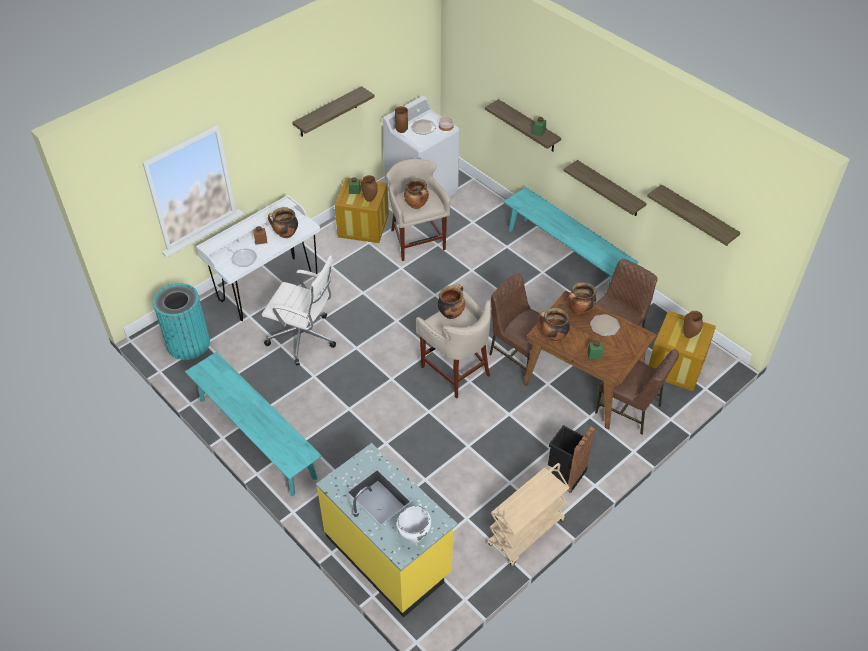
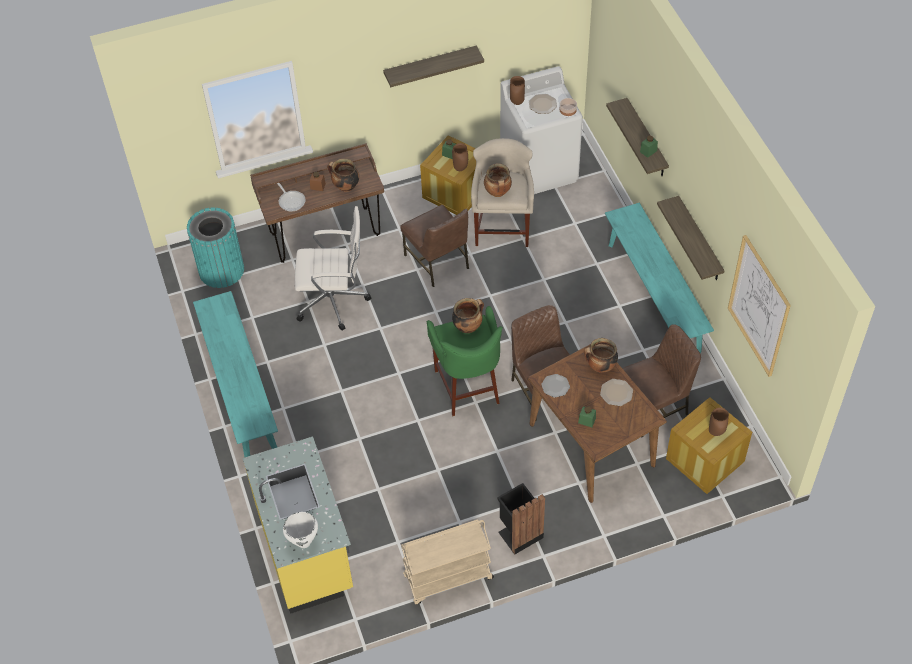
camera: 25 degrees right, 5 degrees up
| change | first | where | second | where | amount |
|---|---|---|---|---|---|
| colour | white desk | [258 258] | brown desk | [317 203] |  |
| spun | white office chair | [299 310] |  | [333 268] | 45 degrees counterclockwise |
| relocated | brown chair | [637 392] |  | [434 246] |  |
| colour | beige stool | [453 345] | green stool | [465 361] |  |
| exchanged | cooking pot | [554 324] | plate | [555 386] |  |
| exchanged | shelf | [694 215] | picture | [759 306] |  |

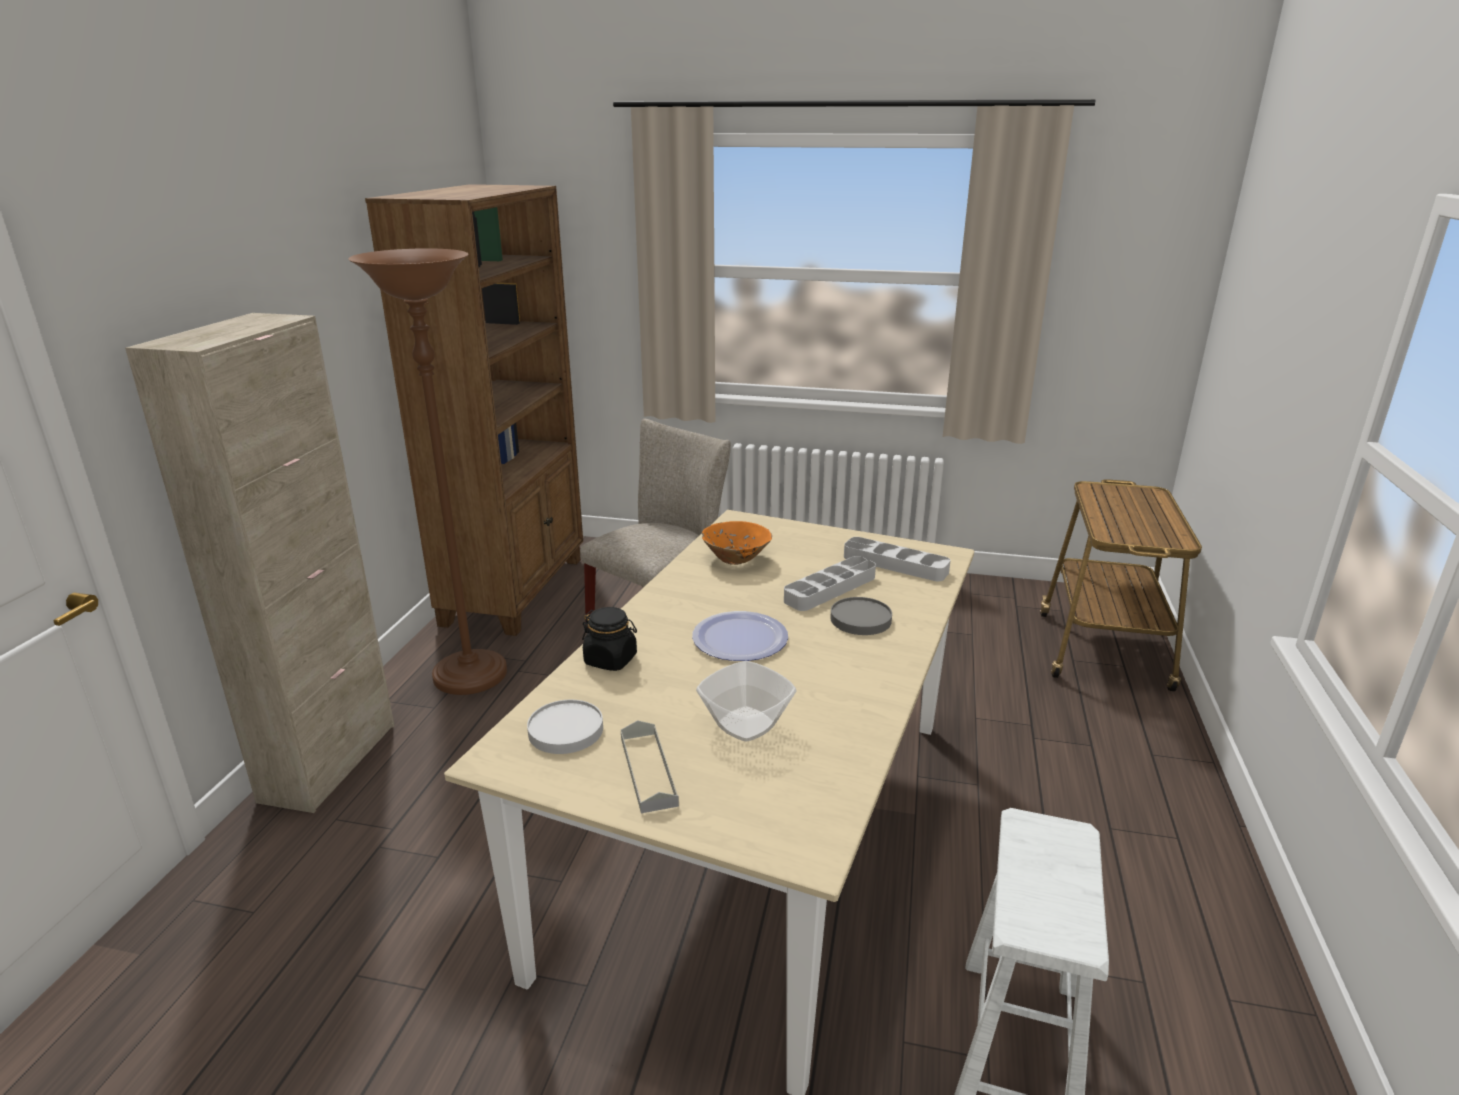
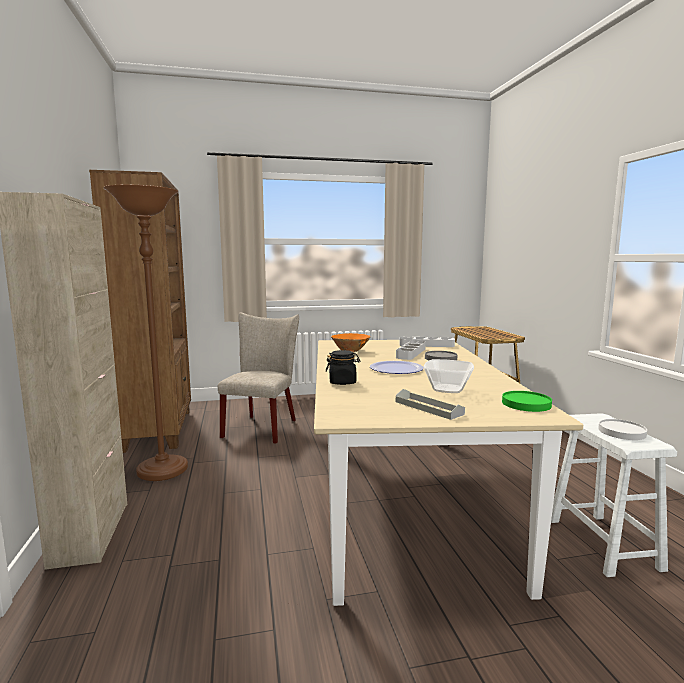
camera: 25 degrees left, 15 degrees down
| change | first | where | second | where | amount |
|---|---|---|---|---|---|
| appeared |  |  | green plate | [527 401] |  |
| relocated | white plate | [565 727] |  | [622 429] |  |

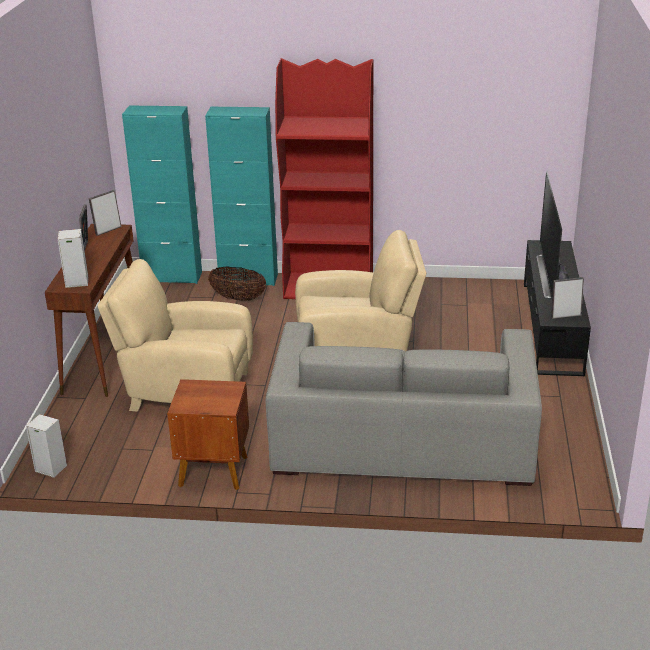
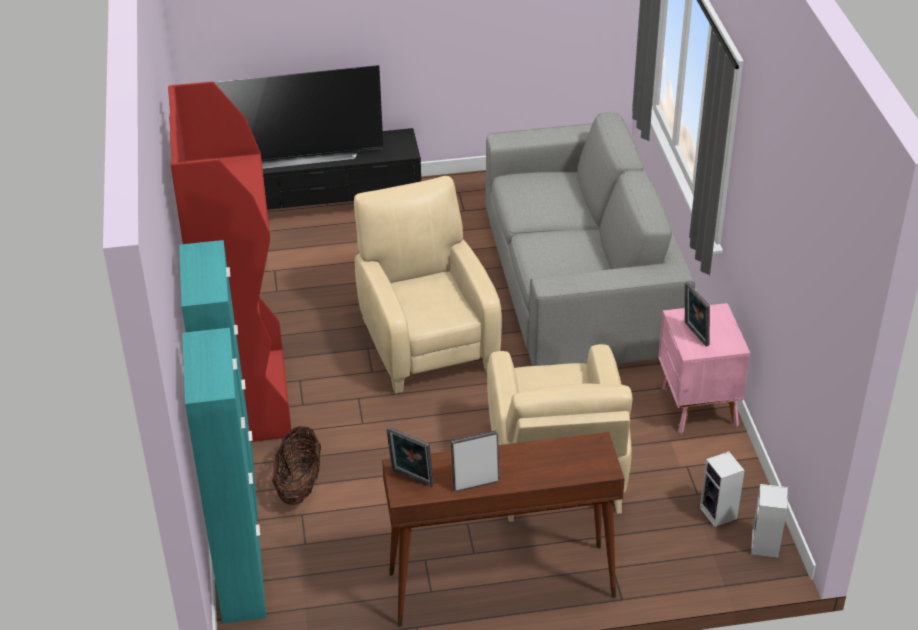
camera: 105 degrees left, 10 degrees up
| change | first | where | second | where | amount |
|---|---|---|---|---|---|
| colour | brown nightstand | [208 434] | pink nightstand | [704 368] |  |
| relocated | picture frame | [567 298] |  | [697 314] |  |
| relocated | speaker | [73 258] |  | [722 489] |  |

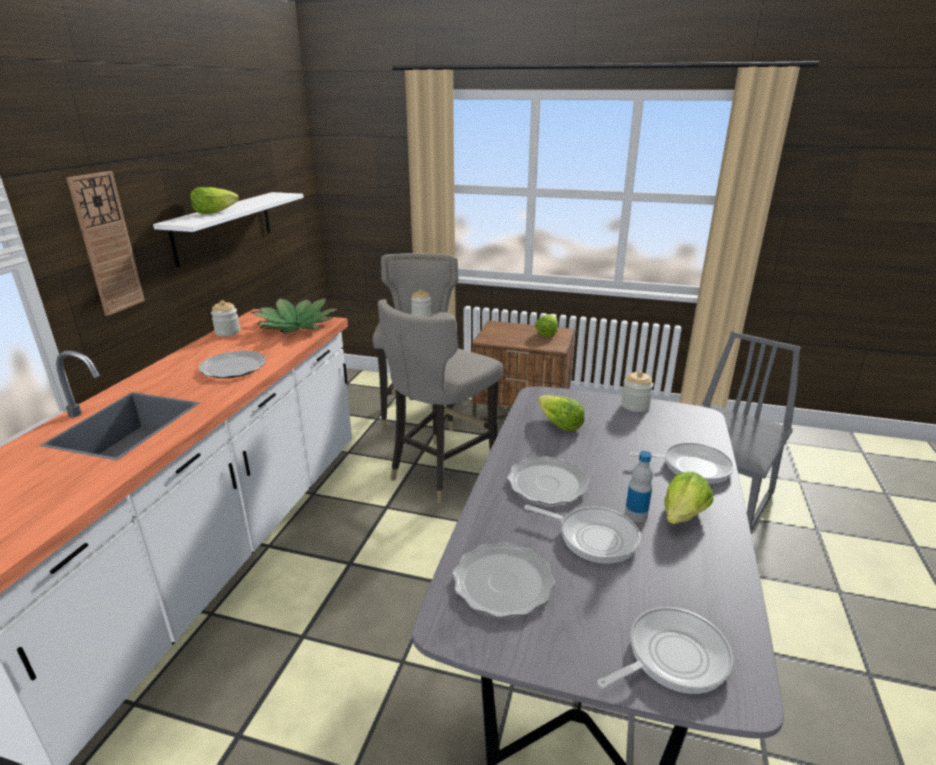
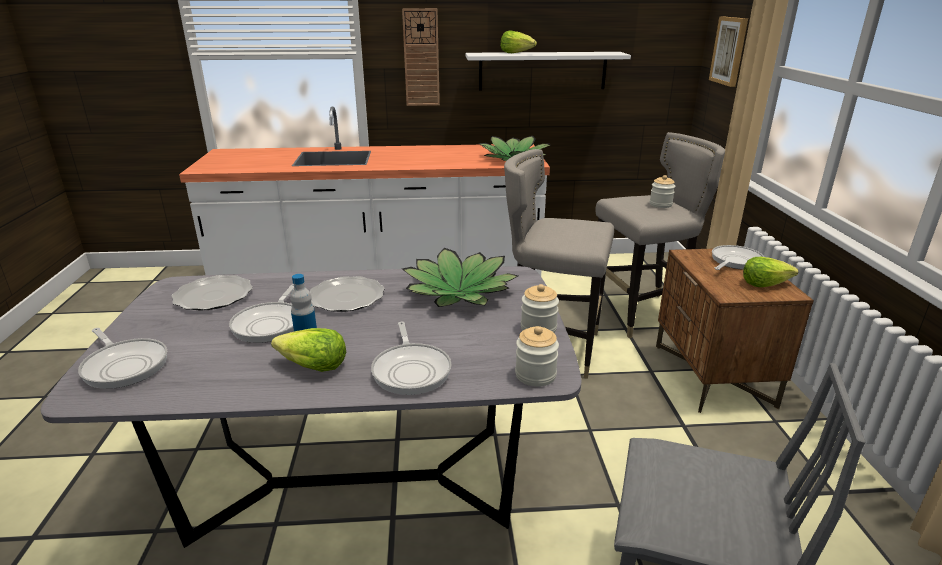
camera: 70 degrees right, 0 degrees up
| change | first | where | second | where | amount |
|---|---|---|---|---|---|
| exchanged | lettuce | [561 413] | potted plant | [460 277] |  |
| relocated | jar | [225 318] |  | [537 356] |  |
| appeared |  |  | picture | [728 52] |  |
| appeared |  |  | frying pan | [738 257] |  |
| missing | plate | [232 364] |  |  |  |

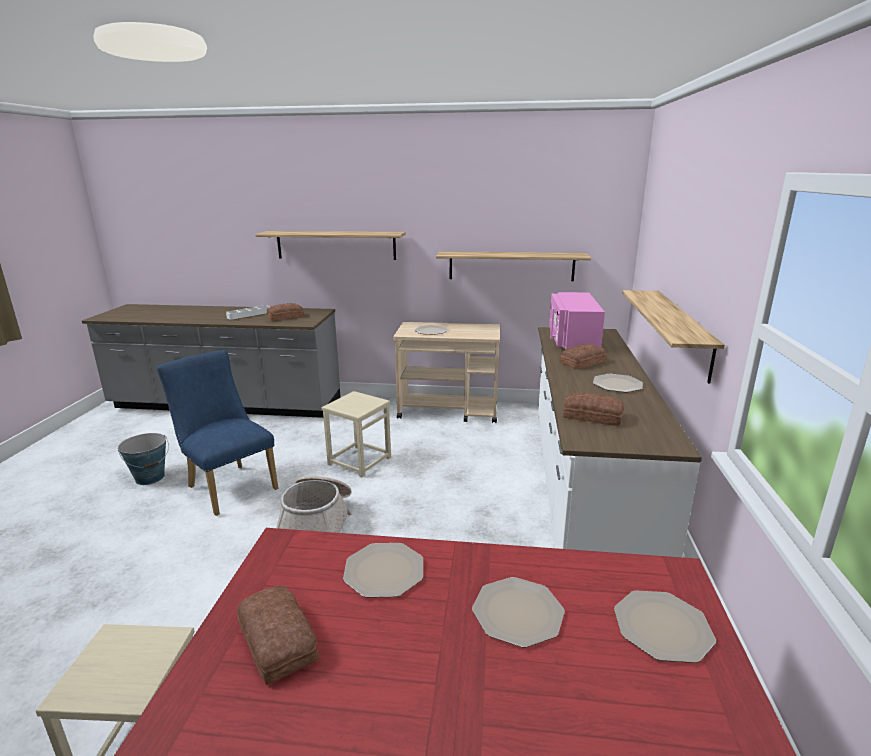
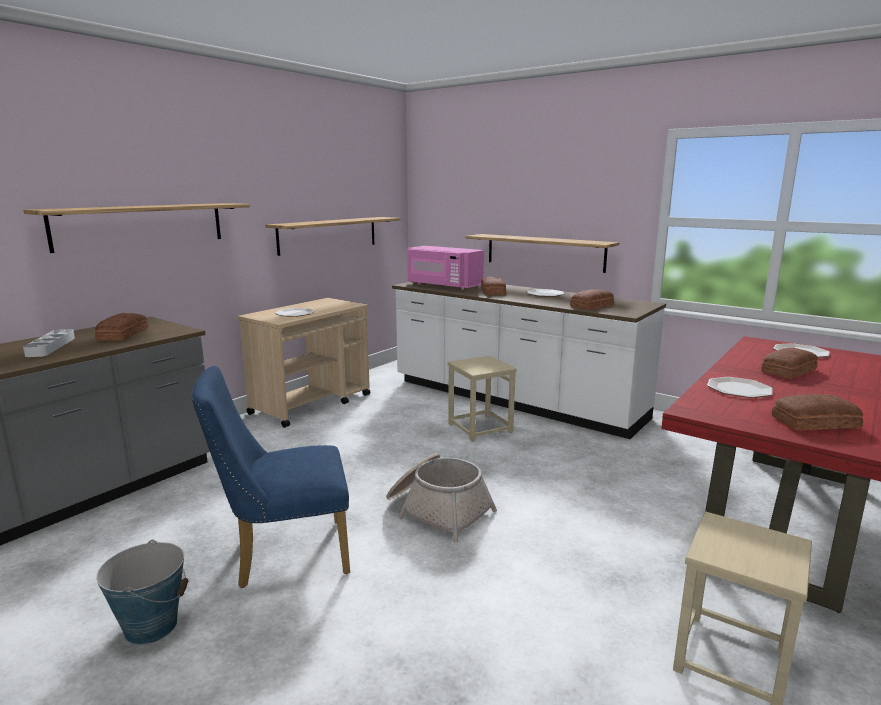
camera: 60 degrees left, 5 degrees down
| change | first | where | second | where | amount |
|---|---|---|---|---|---|
| relocated | beige stool | [356 434] |  | [482 398] |  |
| exchanged | plate | [518 612] | bread | [789 363] |  |

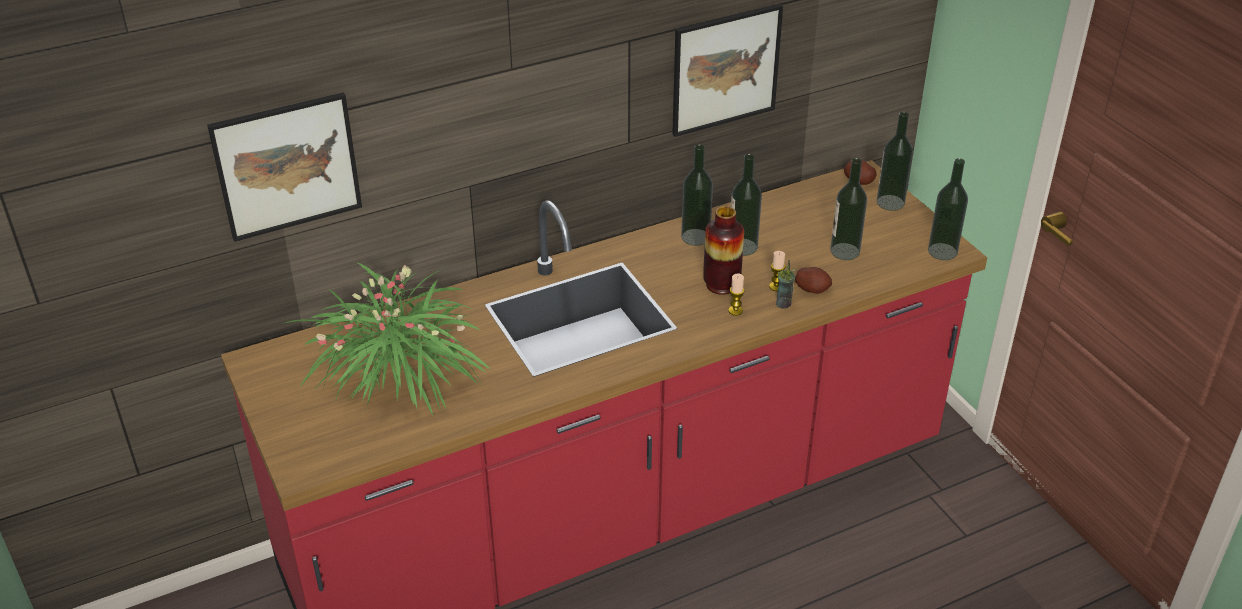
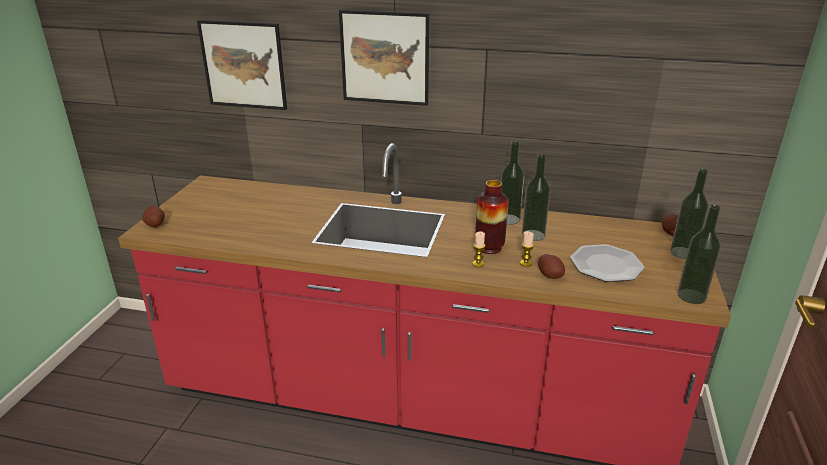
camera: 40 degrees right, 10 degrees down
| change | first | where | second | where | amount |
|---|---|---|---|---|---|
| appeared |  |  | potato | [153 216] |  |
| relocated | picture | [727 70] |  | [384 58] |  |
| exchanged | bottle | [848 209] | plate | [607 263] |  |
| missing | potted plant | [388 339] |  |  |  |
| missing | cup | [785 284] |  |  |  |

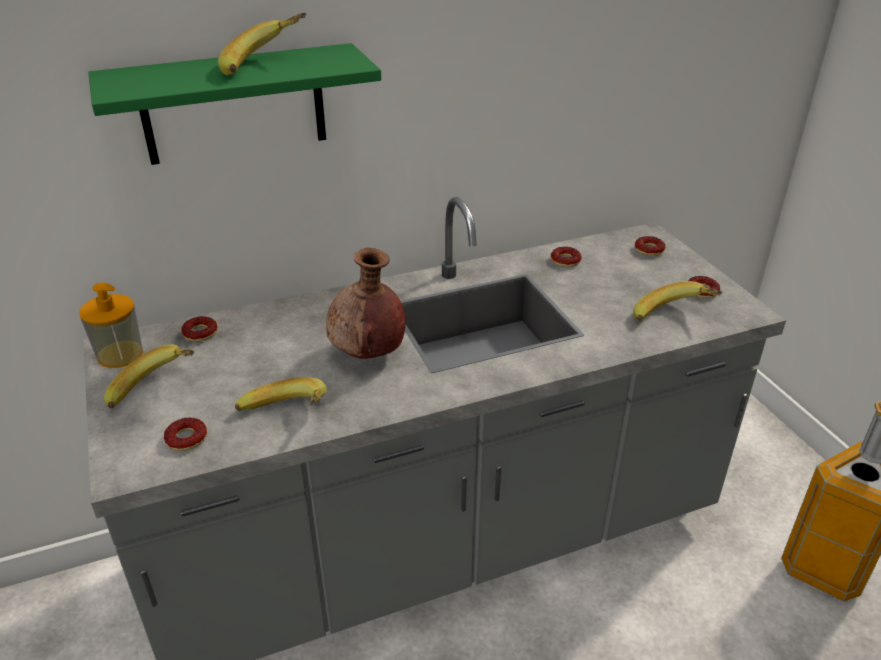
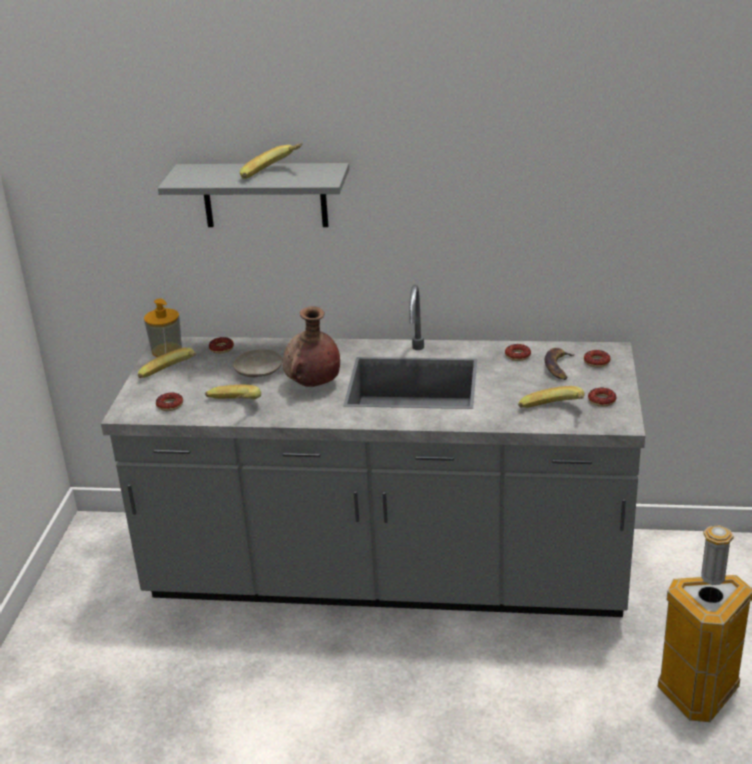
camera: 30 degrees right, 5 degrees down
| change | first | where | second | where | amount |
|---|---|---|---|---|---|
| colour | green shelf | [234 104] | grey shelf | [253 195] |  |
| appeared |  |  | beige plate | [258 363] |  |
| appeared |  |  | banana | [559 364] |  |

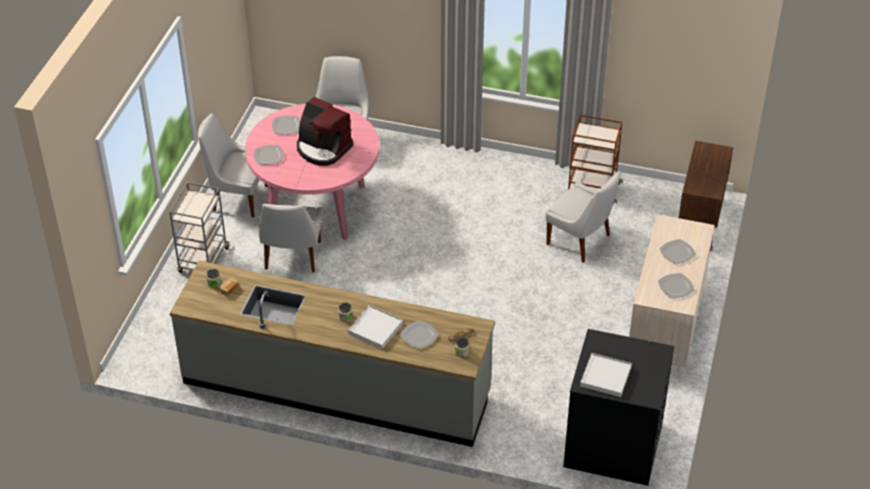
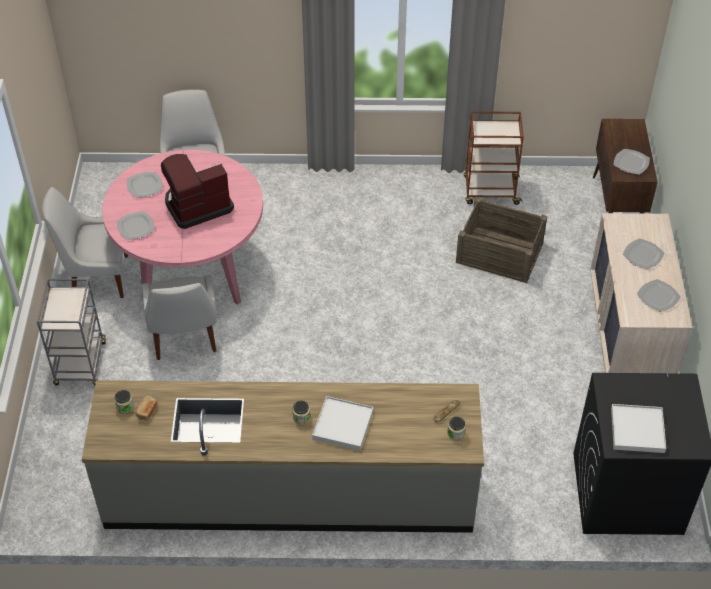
camera: 15 degrees left, 5 degrees up
| change | first | where | second | where | amount |
|---|---|---|---|---|---|
| spun | coffee machine | [325 131] |  | [197 191] | 135 degrees clockwise |
| exchanged | white chair | [583 217] | crate | [501 240] |  |
| relocated | plate | [419 334] |  | [632 162] |  |

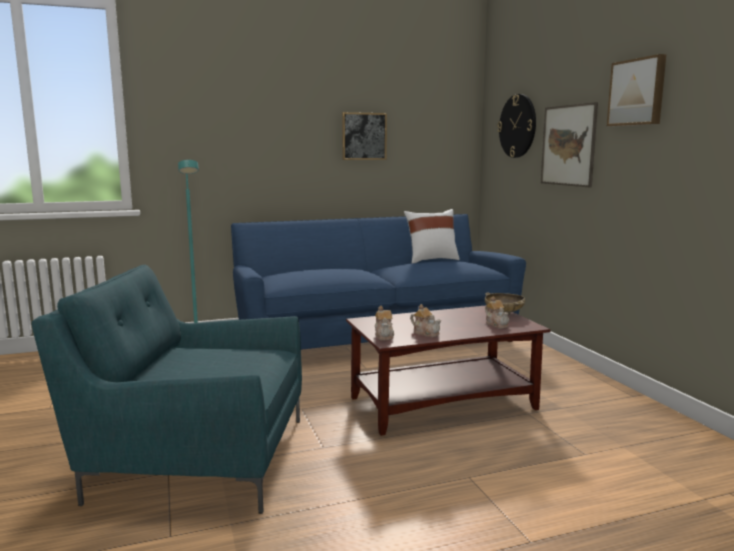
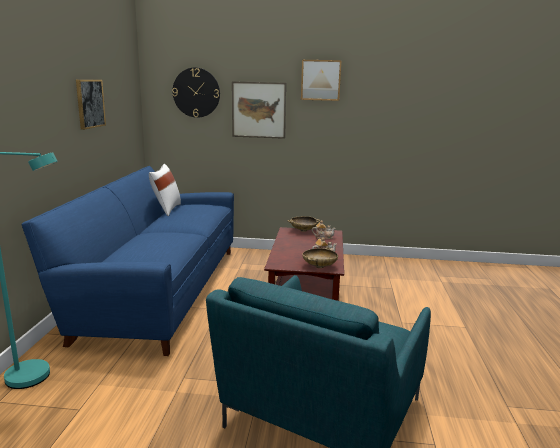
camera: 65 degrees left, 5 degrees up
| change | first | where | second | where | amount |
|---|---|---|---|---|---|
| exchanged | teapot | [384 323] | beige bowl | [320 257] |  |

